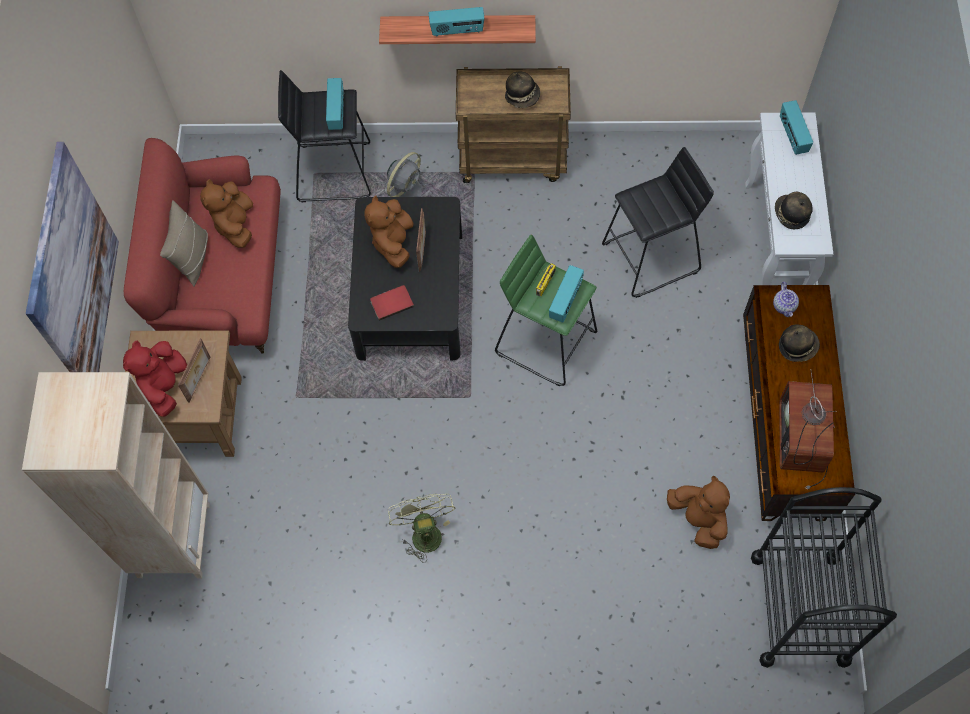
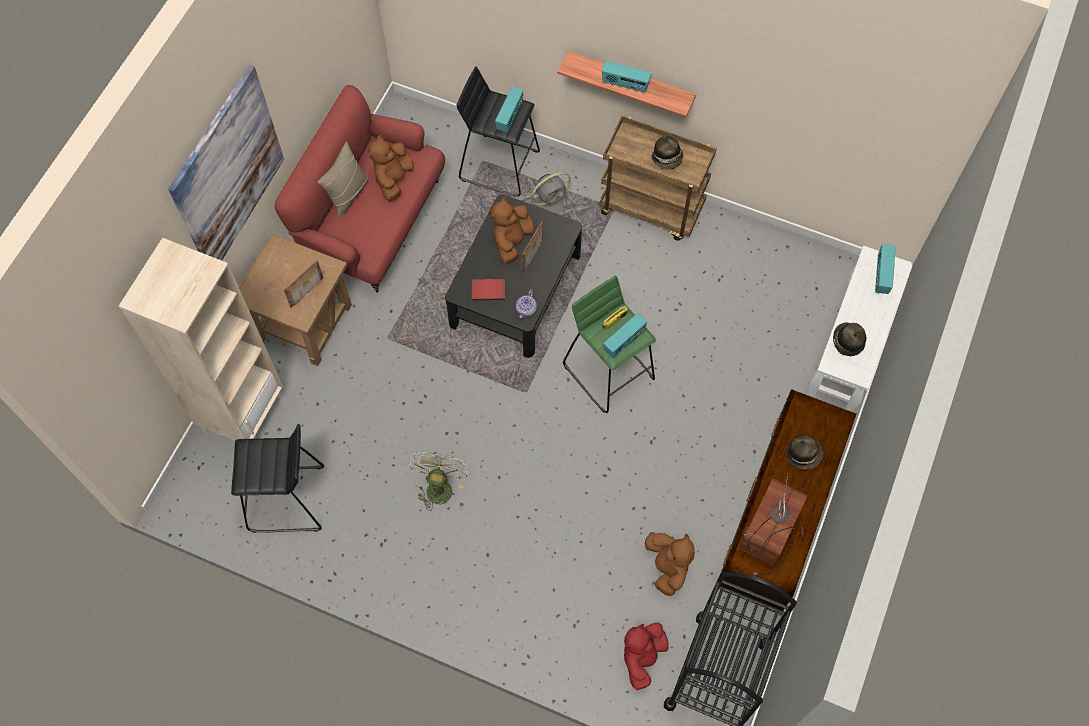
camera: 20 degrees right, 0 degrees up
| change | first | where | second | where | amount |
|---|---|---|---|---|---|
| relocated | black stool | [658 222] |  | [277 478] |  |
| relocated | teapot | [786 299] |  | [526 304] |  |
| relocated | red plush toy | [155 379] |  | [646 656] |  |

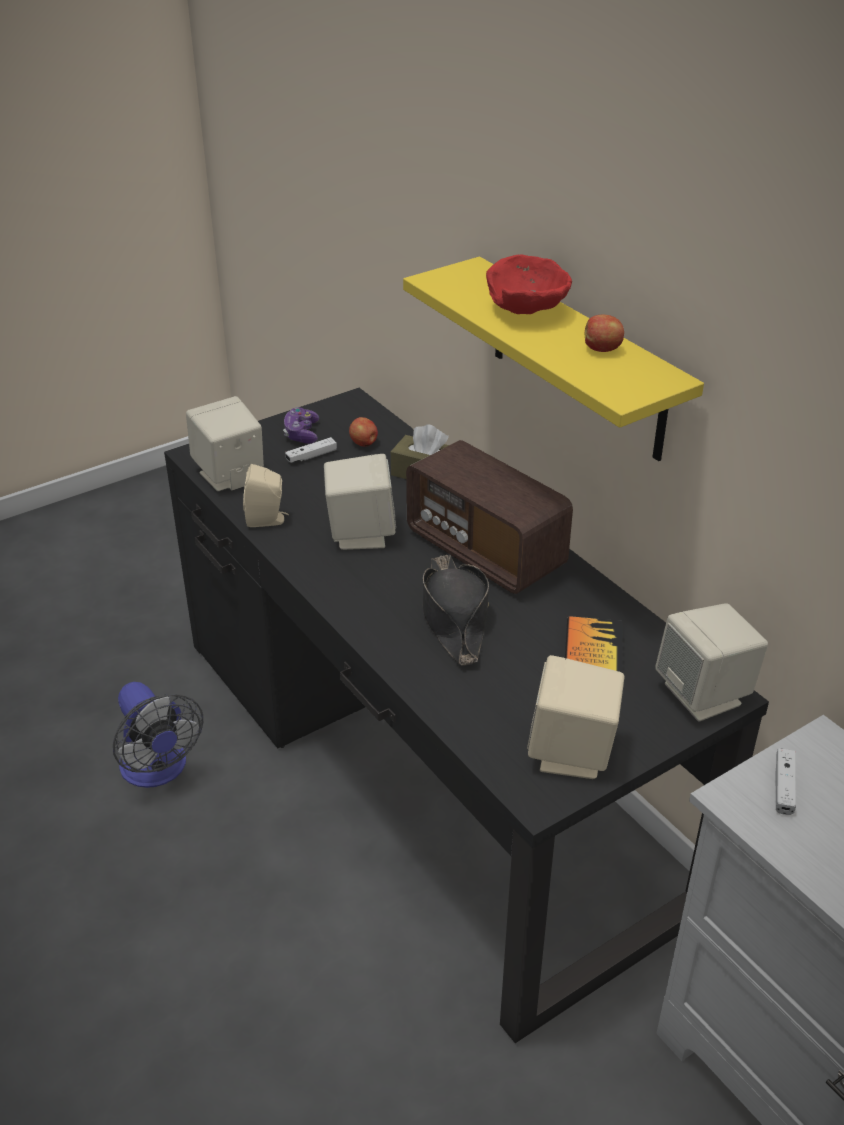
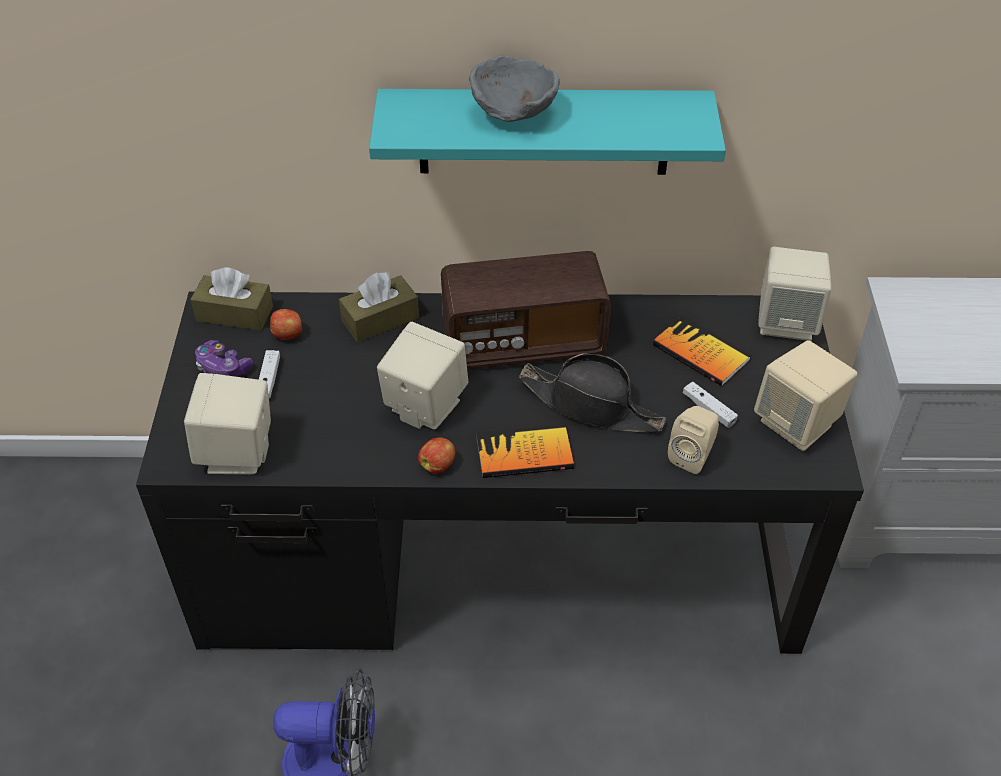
camera: 55 degrees left, 10 degrees up
| change | first | where | second | where | amount |
|---|---|---|---|---|---|
| appeared |  |  | brown tissue box | [231 299] |  |
| colour | yellow shelf | [553 359] | turquoise shelf | [547 132] |  |
| relocated | apple | [604 333] |  | [436 455] |  |
| colour | red bowl | [529 284] | grey bowl | [514 89] |  |
| appeared |  |  | book | [525 451] |  |
| relocated | beige speaker | [266 495] |  | [693 440] |  |
| relocated | white game controller | [786 781] |  | [710 405] |  |

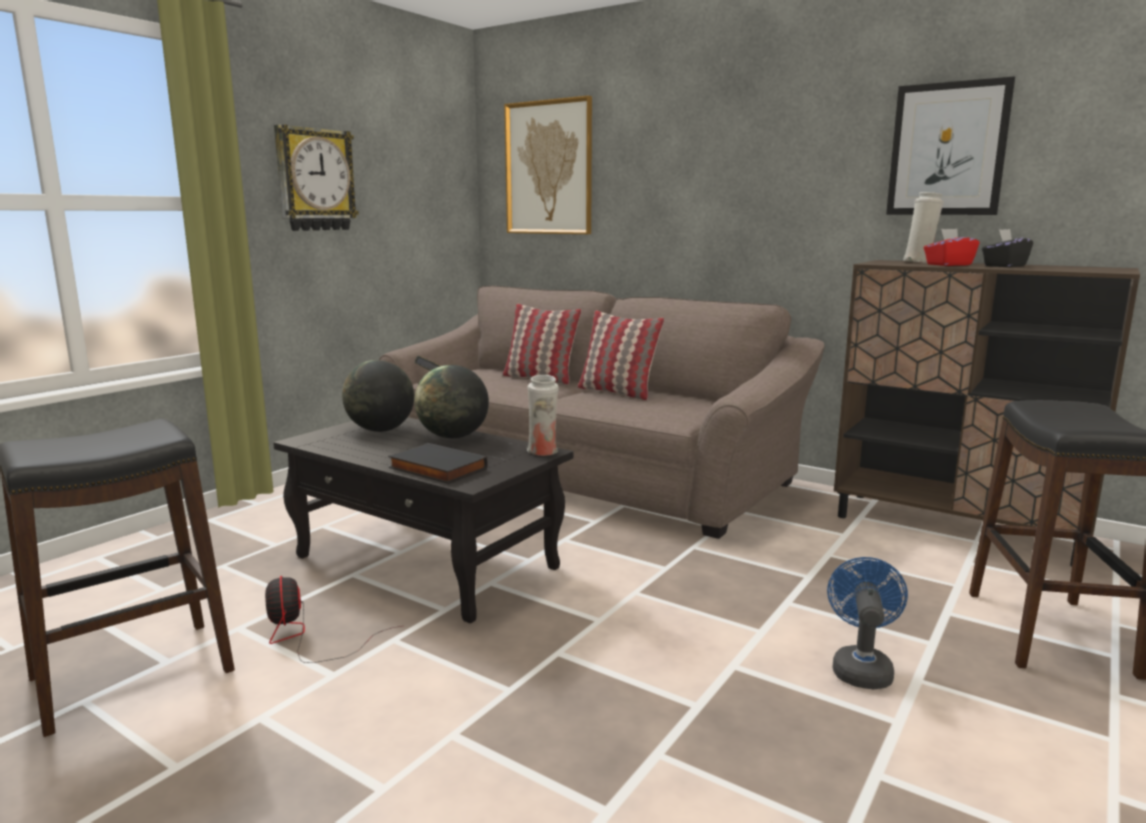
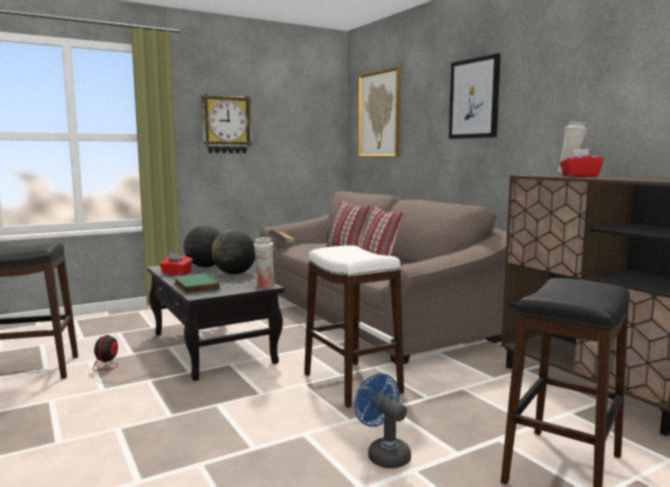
camera: 25 degrees right, 5 degrees down
| change | first | where | second | where | amount |
|---|---|---|---|---|---|
| appeared |  |  | red tissue box | [176 264] |  |
| colour | black book | [438 463] | green book | [197 283] |  |
| appeared |  |  | white stool | [354 326] |  |
| spun | blue fan | [867 623] |  | [382 420] | 75 degrees counterclockwise |
| relocated | picture | [950 146] |  | [475 96] |  |
| missing | black tissue box | [1007 248] |  |  |  |

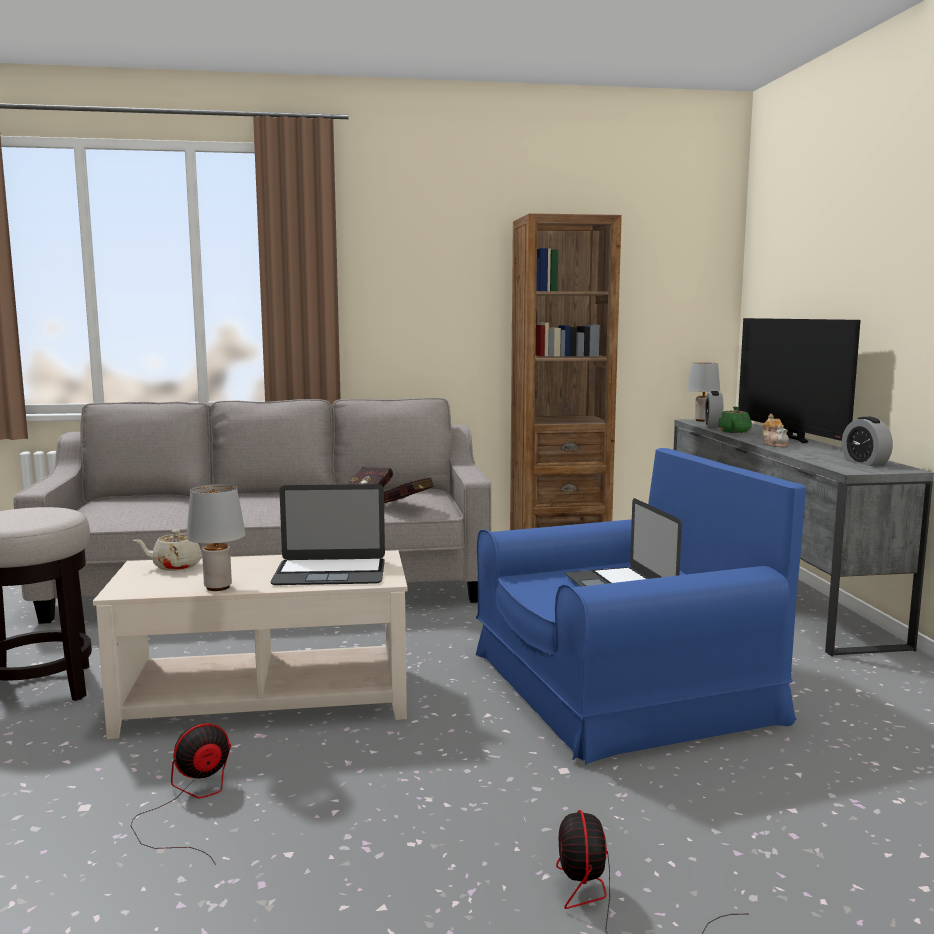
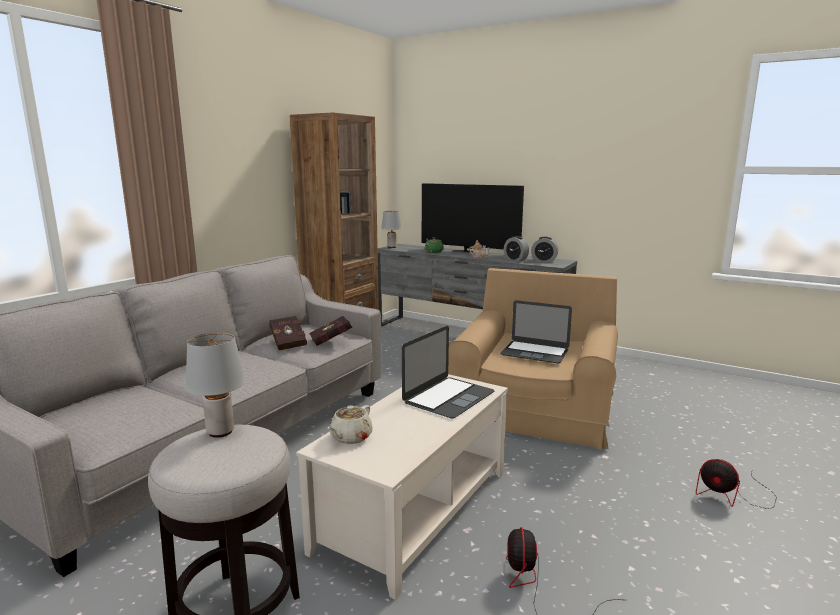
camera: 50 degrees left, 5 degrees up
| change | first | where | second | where | amount |
|---|---|---|---|---|---|
| relocated | grey table lamp | [216 537] |  | [215 385] |  |
| colour | blue armchair | [641 606] | brown armchair | [533 359] |  |
| relocated | alarm clock | [714 409] |  | [516 248] |  |

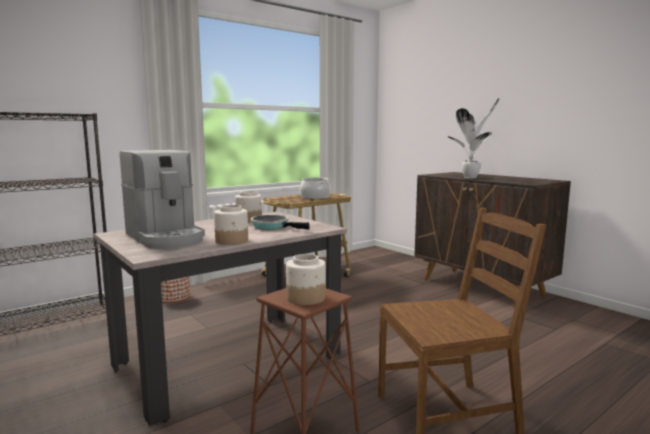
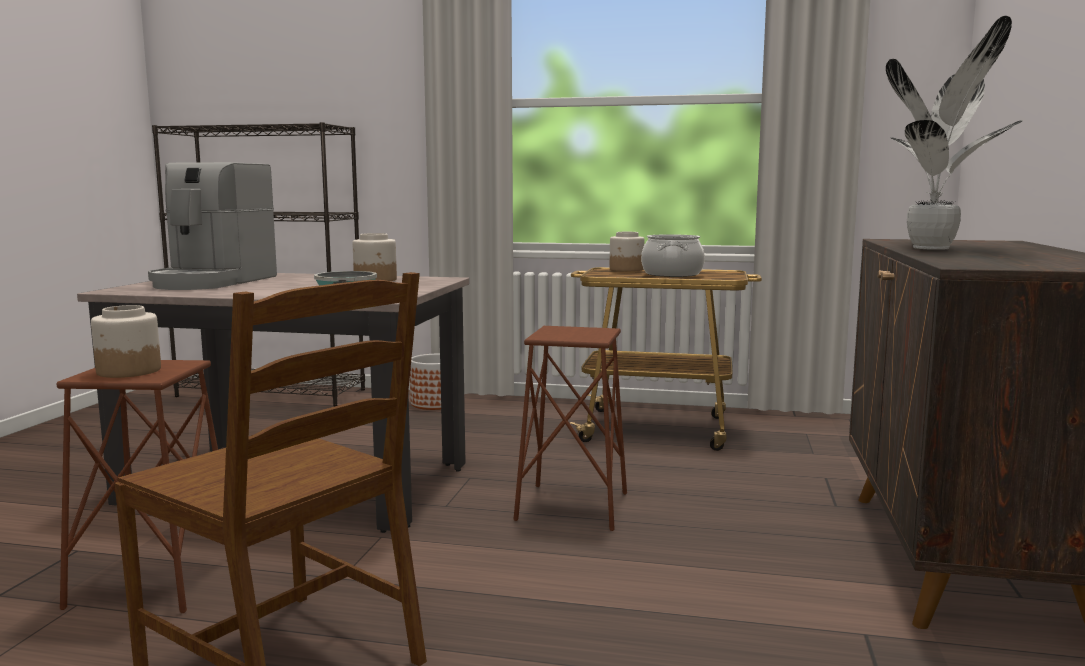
camera: 50 degrees right, 0 degrees up
| change | first | where | second | where | amount |
|---|---|---|---|---|---|
| appeared |  |  | brown stool | [570 428] |  |
| relocated | jar | [231 225] |  | [627 251] |  |

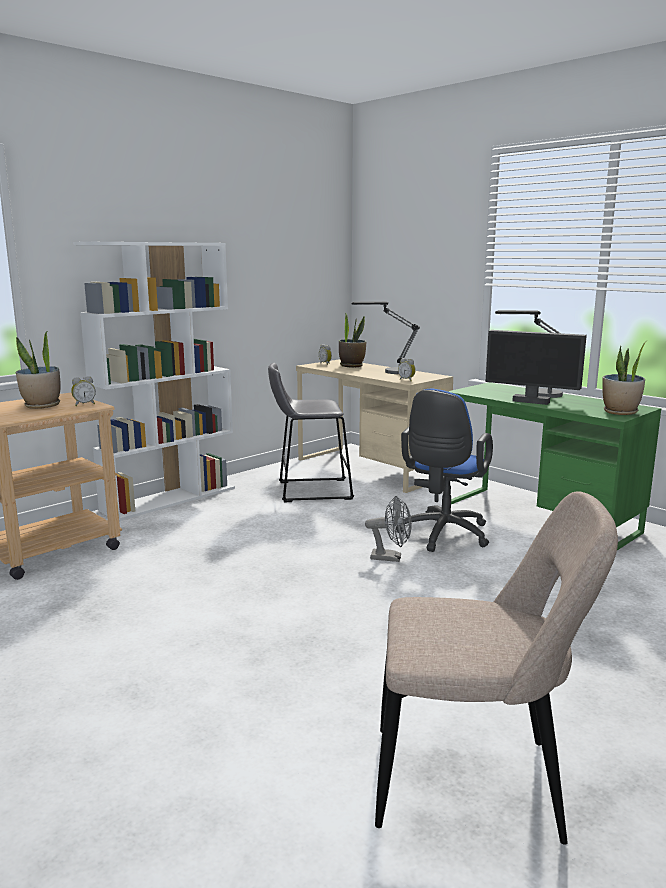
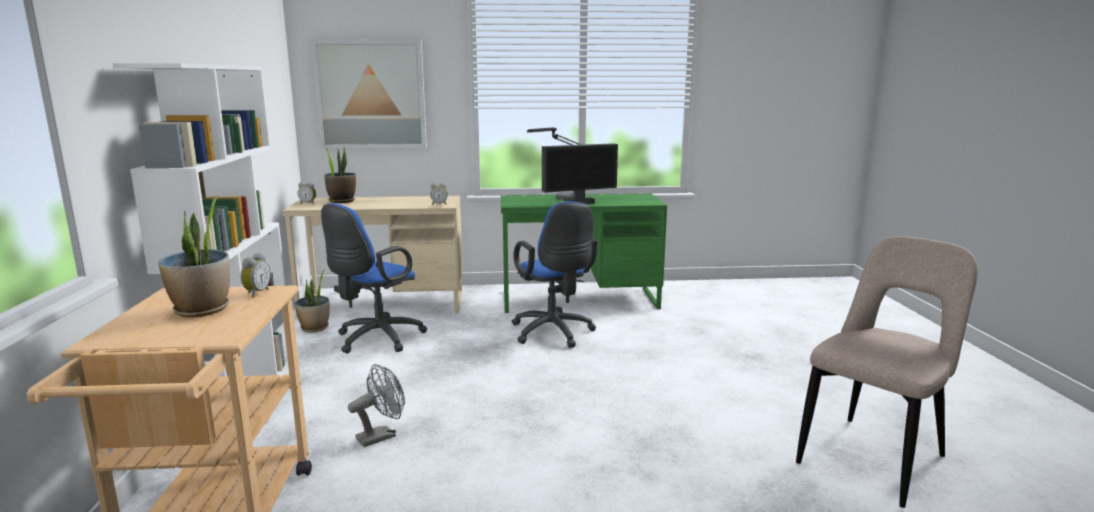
camera: 50 degrees left, 0 degrees up
| change | first | where | second | where | amount |
|---|---|---|---|---|---|
| relocated | potted plant | [625 377] |  | [312 301] |  |
| appeared |  |  | picture | [369 94] |  |
| exchanged | grey stool | [311 432] | blue office chair | [374 278] |  |
| relocated | grey fan | [388 529] |  | [376 405] |  |
| missing | table lamp | [386 337] |  |  |  |

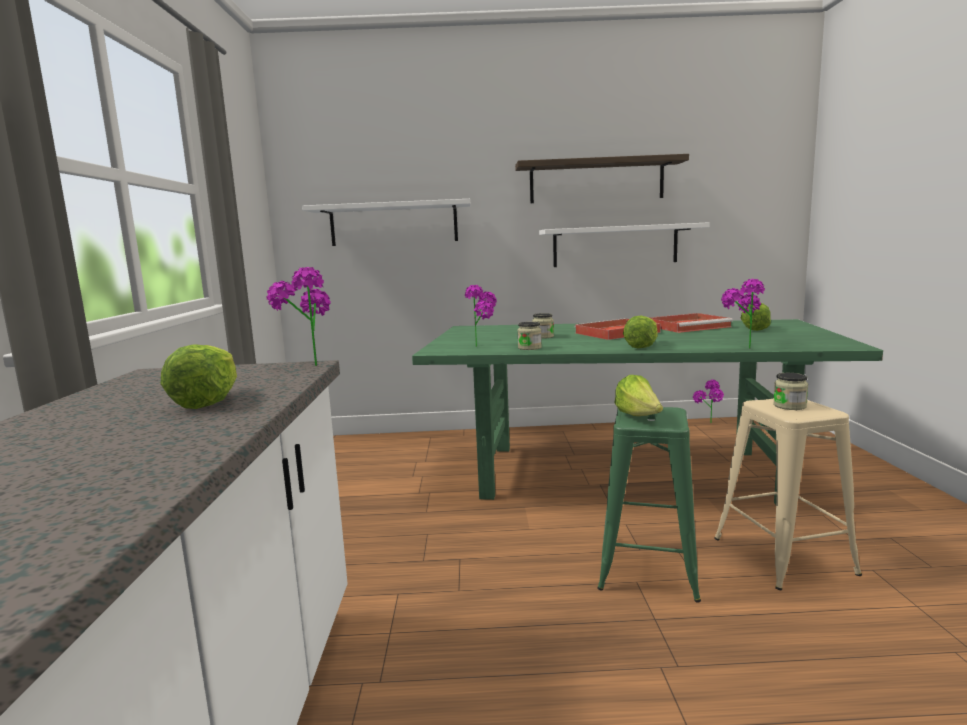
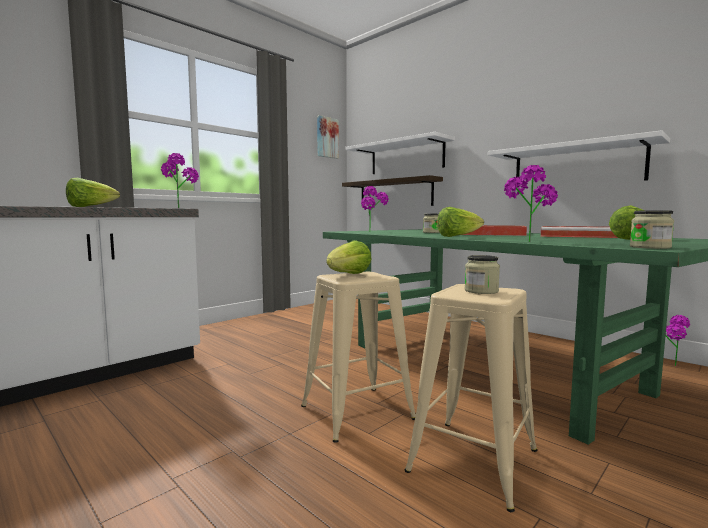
camera: 45 degrees right, 5 degrees down
| change | first | where | second | where | amount |
|---|---|---|---|---|---|
| colour | green stool | [649 505] | beige stool | [358 357] |  |
| appeared |  |  | picture | [328 137] |  |
| relocated | shelf | [602 178] |  | [392 190] |  |
| relocated | jar | [529 336] |  | [652 229] |  |

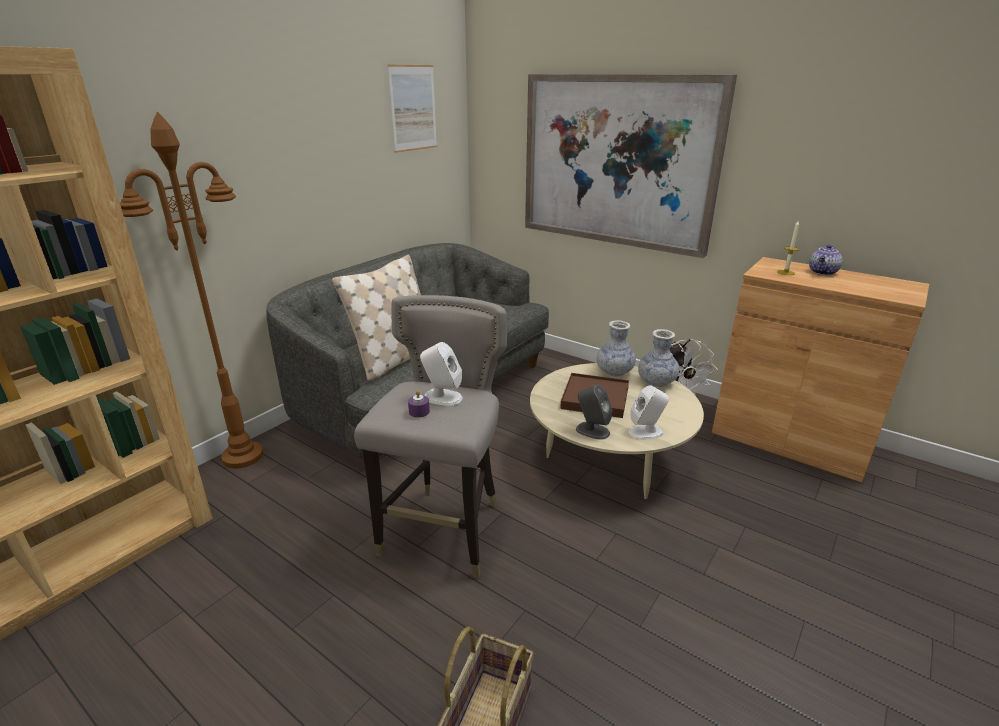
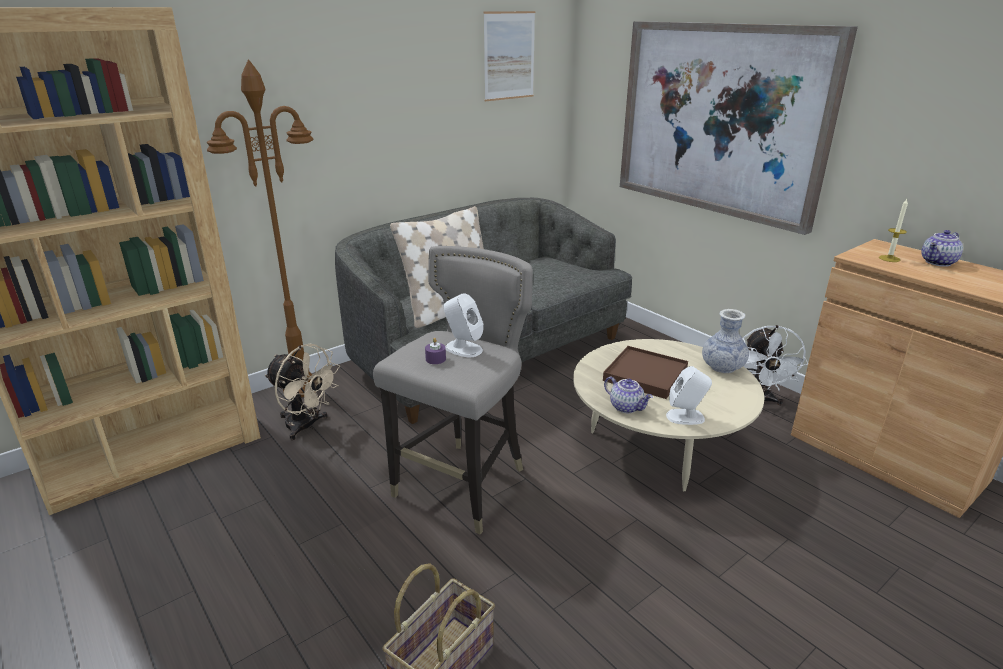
camera: 15 degrees right, 0 degrees up
| change | first | where | second | where | amount |
|---|---|---|---|---|---|
| appeared |  |  | beige fan | [302 392] |  |
| exchanged | grey speaker | [594 412] | teapot | [628 395] |  |
| missing | vase | [616 348] |  |  |  |

